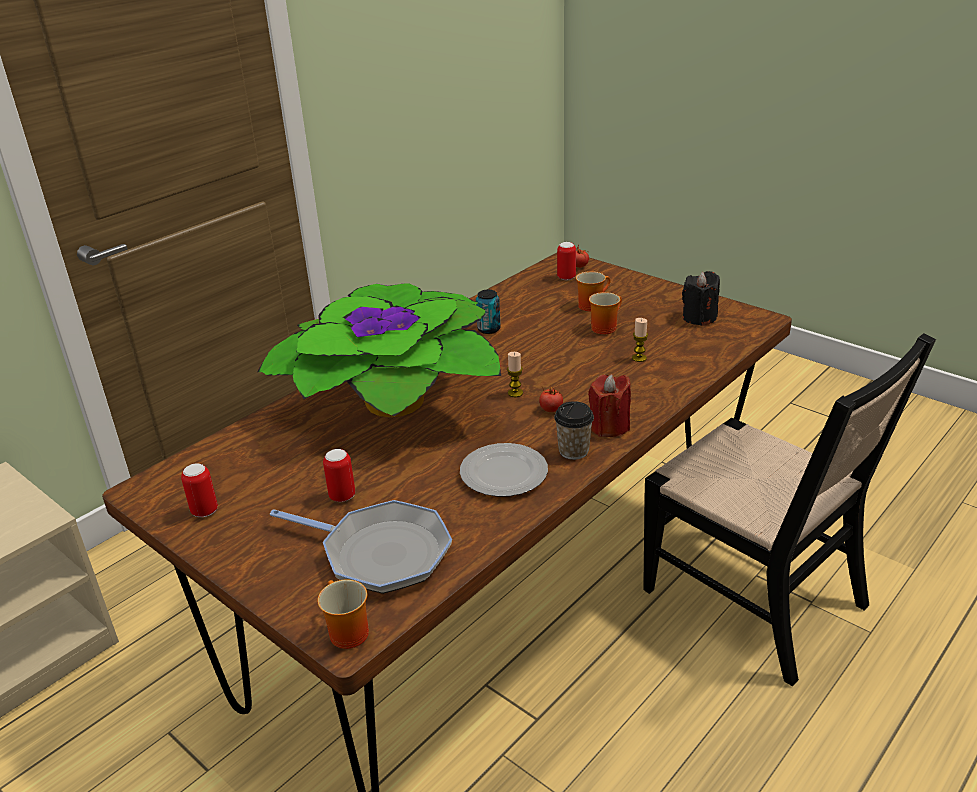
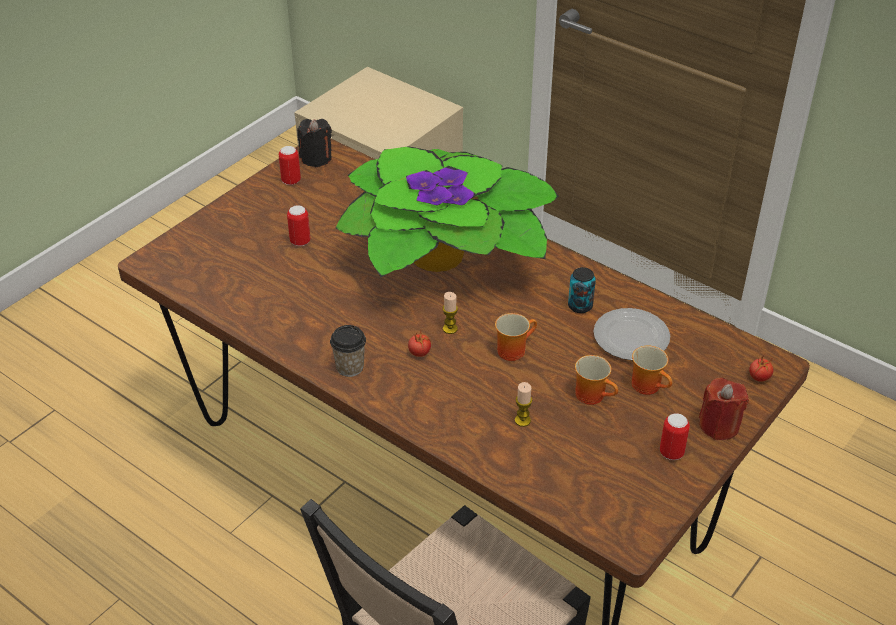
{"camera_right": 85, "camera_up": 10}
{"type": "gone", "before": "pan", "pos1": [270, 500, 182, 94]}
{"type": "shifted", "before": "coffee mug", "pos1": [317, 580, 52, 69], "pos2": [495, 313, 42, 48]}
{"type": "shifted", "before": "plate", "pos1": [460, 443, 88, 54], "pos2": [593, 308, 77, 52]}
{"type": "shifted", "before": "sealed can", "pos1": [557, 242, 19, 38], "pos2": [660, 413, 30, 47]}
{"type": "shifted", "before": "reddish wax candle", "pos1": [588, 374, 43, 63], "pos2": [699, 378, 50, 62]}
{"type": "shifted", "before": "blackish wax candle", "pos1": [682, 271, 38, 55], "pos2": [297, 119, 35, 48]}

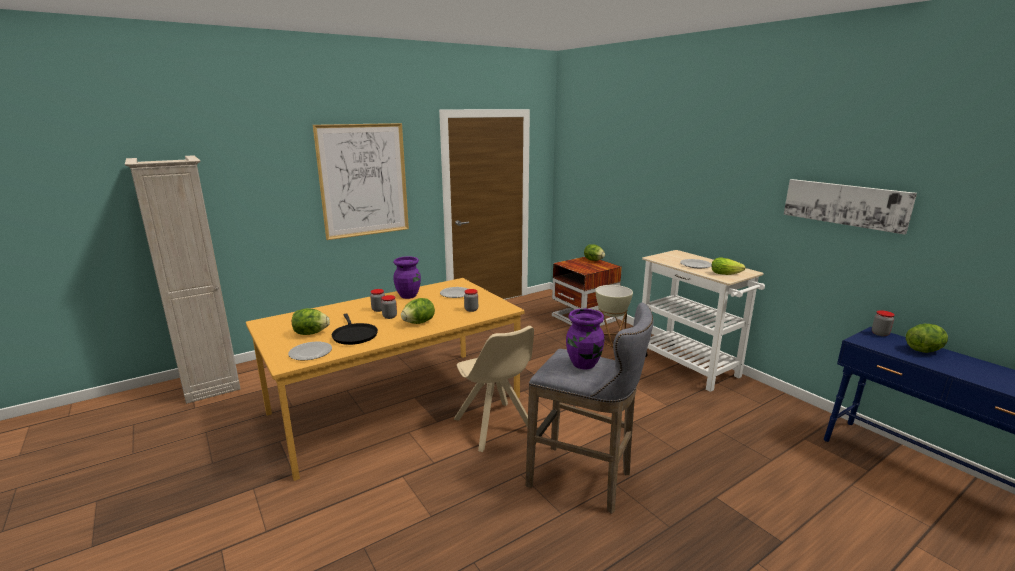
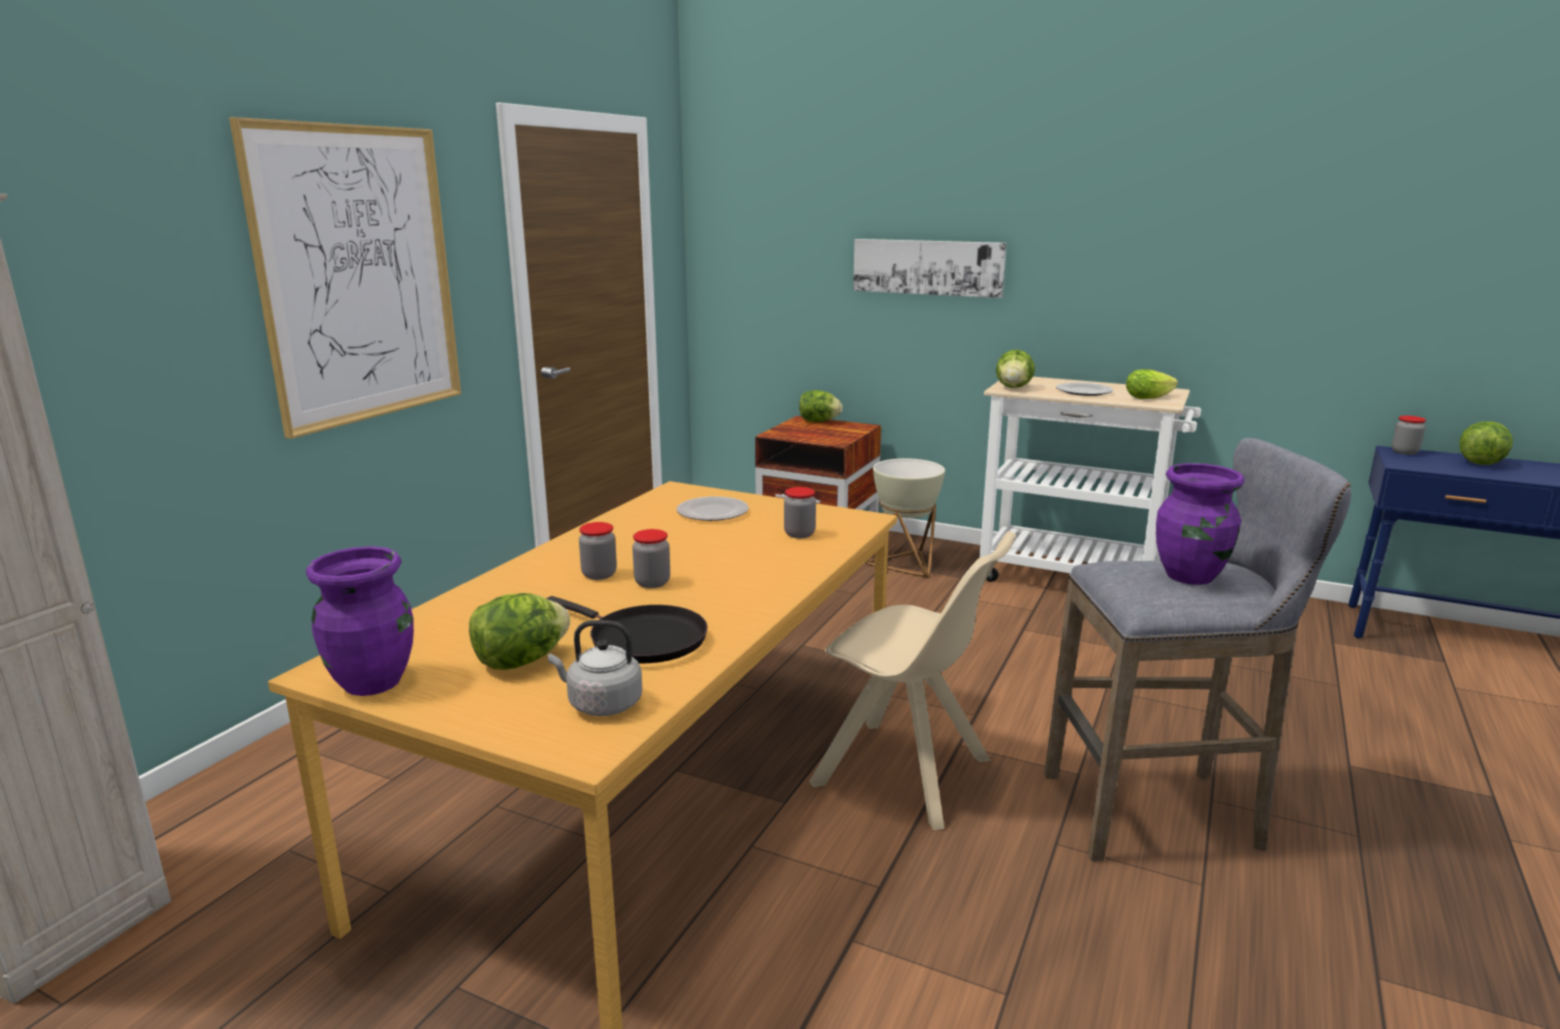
{"camera_right": -30, "camera_up": 0}
{"type": "swapped", "before": "plate", "after": "greyish kettle", "pos1": [288, 342, 44, 18], "pos2": [548, 620, 94, 96]}
{"type": "shifted", "before": "purple-coloured decorative vase", "pos1": [393, 256, 28, 43], "pos2": [306, 546, 108, 150]}
{"type": "shifted", "before": "lettuce", "pos1": [401, 298, 34, 26], "pos2": [996, 350, 39, 38]}
{"type": "shifted", "before": "picture", "pos1": [784, 179, 133, 56], "pos2": [853, 239, 154, 59]}

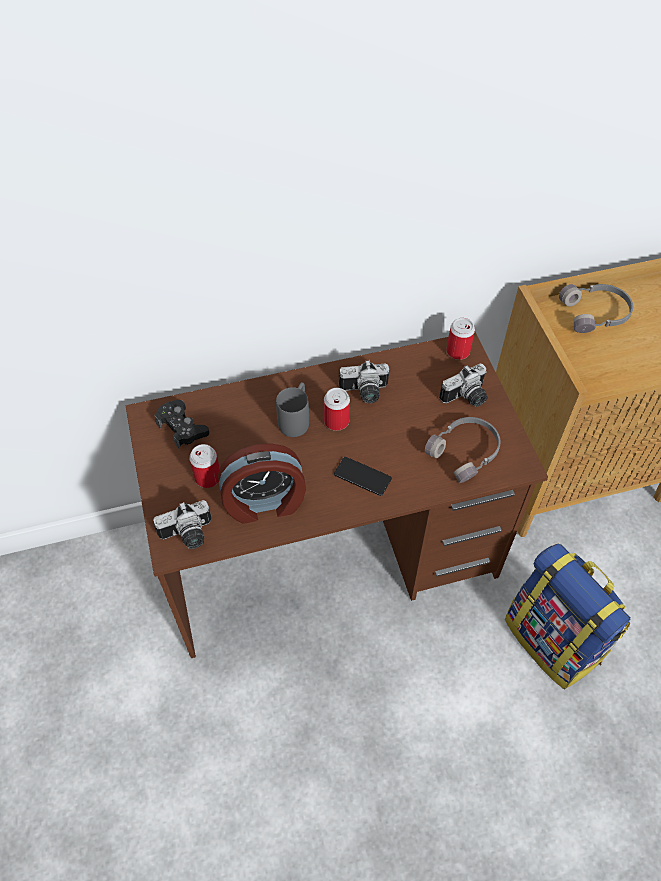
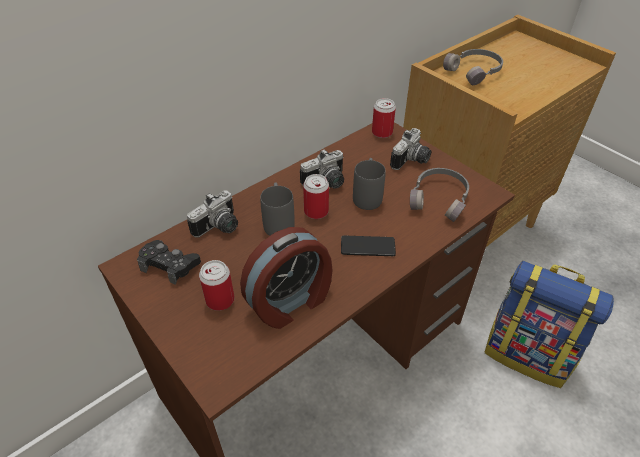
{"camera_right": -25, "camera_up": -10}
{"type": "shifted", "before": "photo camera", "pos1": [153, 500, 58, 49], "pos2": [187, 191, 51, 47]}
{"type": "new", "after": "greyish coffee mug", "pos2": [353, 158, 33, 52]}

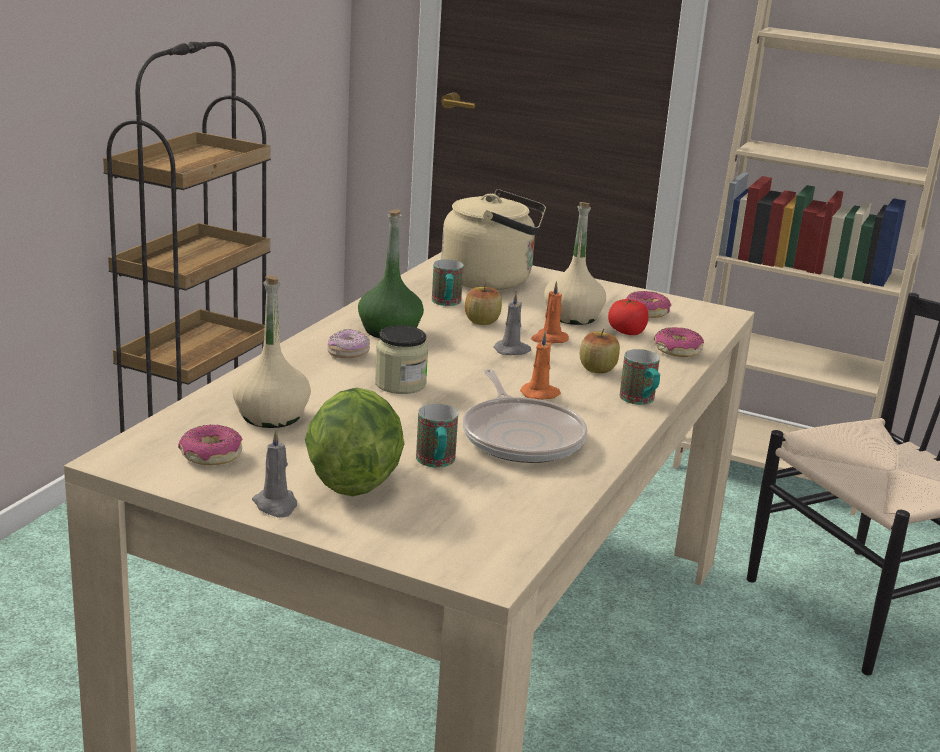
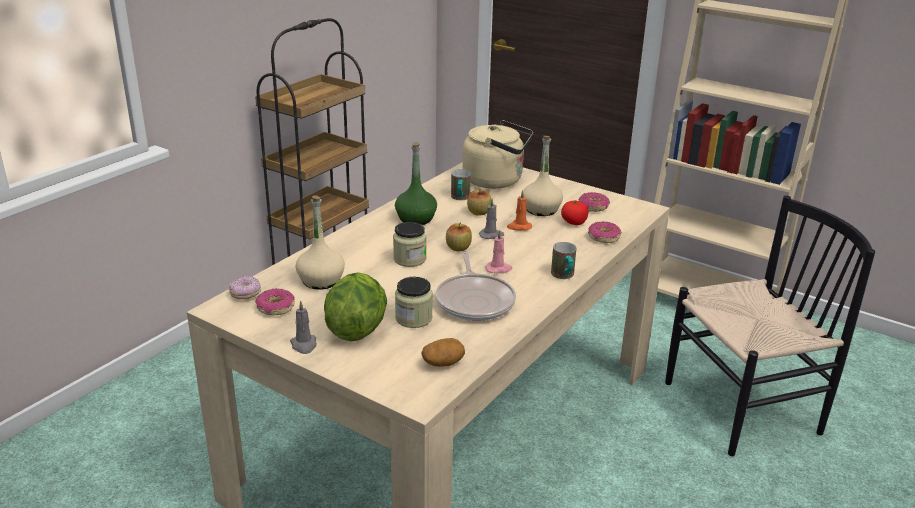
{"camera_right": 10, "camera_up": 5}
{"type": "shifted", "before": "ring doughnut", "pos1": [327, 329, 43, 29], "pos2": [229, 276, 32, 23]}
{"type": "swapped", "before": "coffee mug", "after": "jar", "pos1": [416, 404, 42, 63], "pos2": [395, 277, 38, 51]}
{"type": "repainted", "before": "orange-coloured wax candle", "after": "pink wax candle", "pos1": [520, 331, 41, 69], "pos2": [485, 230, 27, 44]}
{"type": "shifted", "before": "apple fruit", "pos1": [580, 329, 40, 44], "pos2": [446, 223, 26, 28]}
{"type": "new", "after": "whole potato", "pos2": [421, 338, 44, 29]}

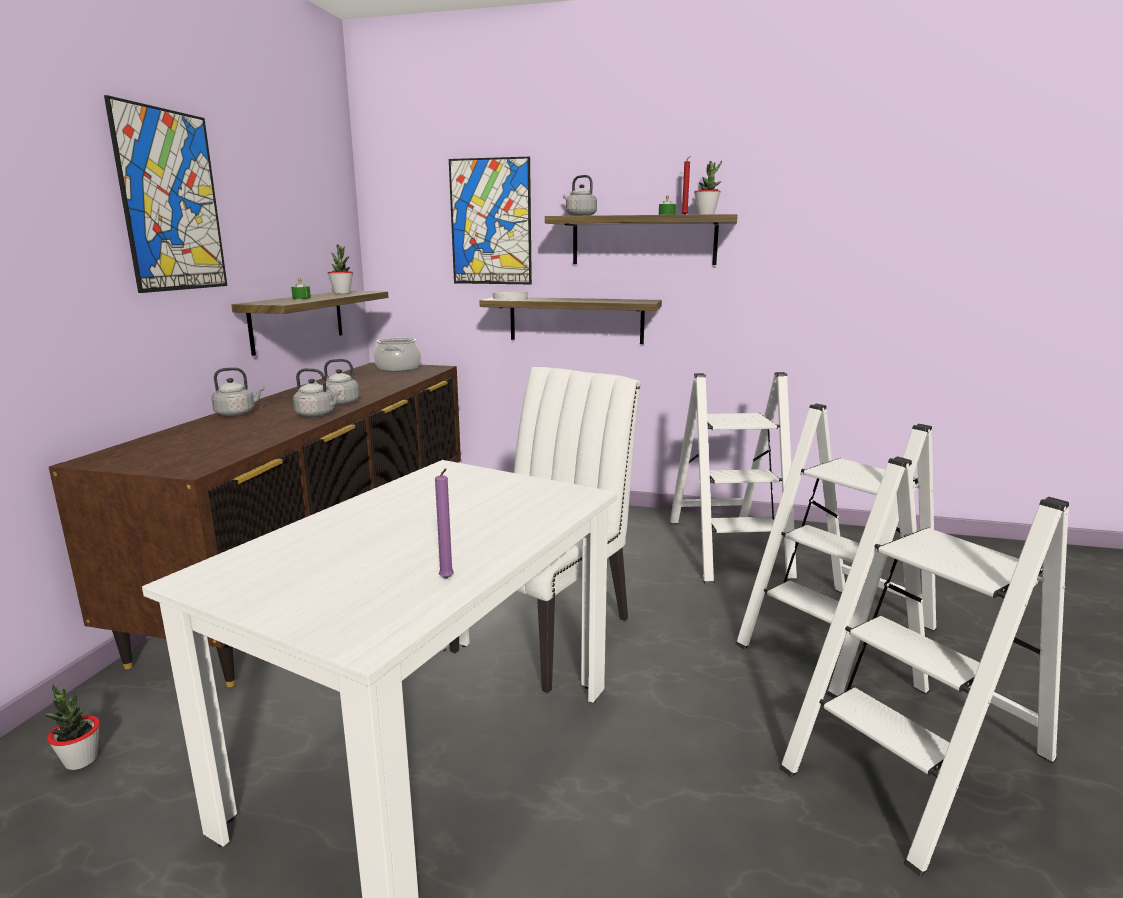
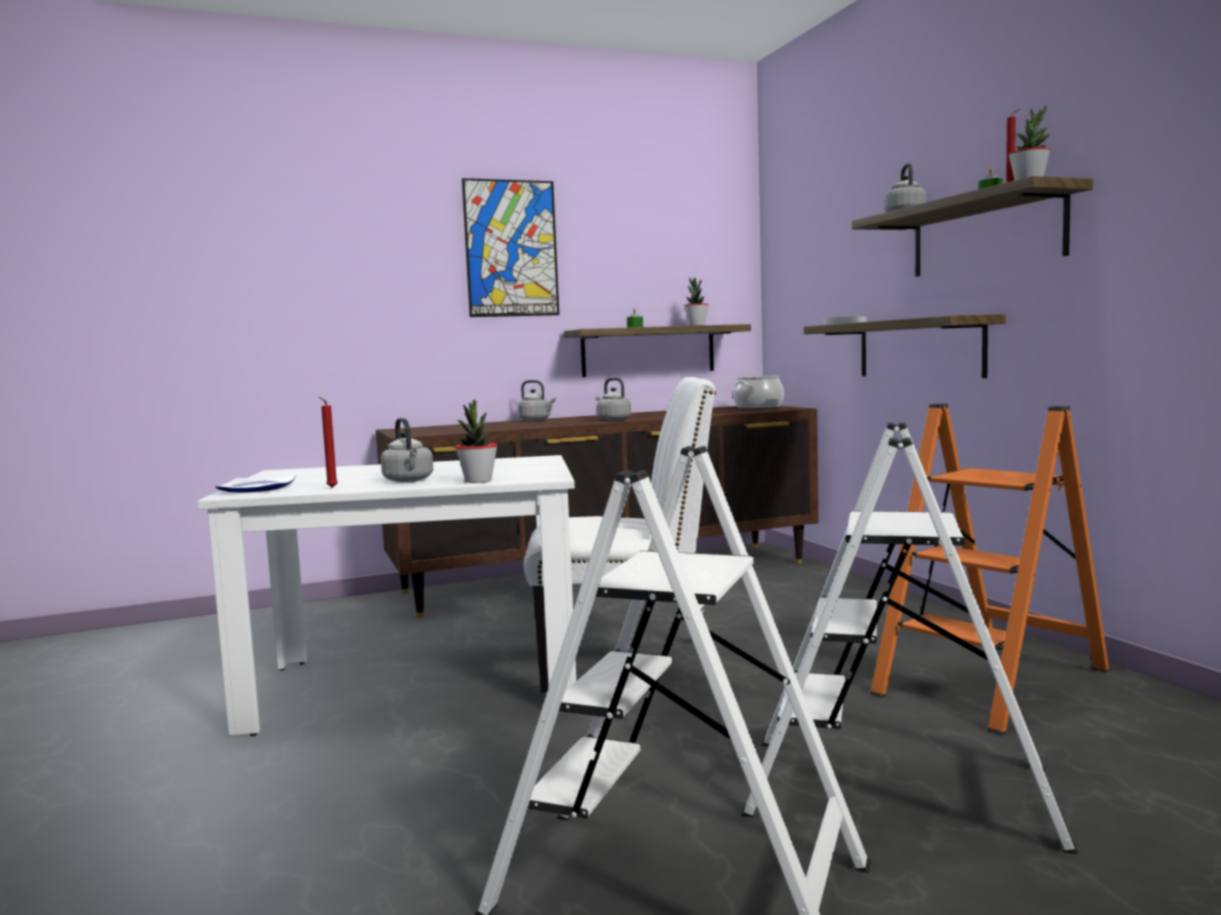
{"camera_right": 55, "camera_up": -10}
{"type": "shifted", "before": "potted plant", "pos1": [43, 684, 57, 86], "pos2": [455, 400, 42, 83]}
{"type": "shifted", "before": "greyish kettle", "pos1": [293, 368, 48, 49], "pos2": [381, 418, 52, 64]}
{"type": "repainted", "before": "purple-coloured wax candle", "after": "reddish wax candle", "pos1": [435, 468, 19, 111], "pos2": [319, 397, 19, 91]}
{"type": "gone", "before": "picture", "pos1": [449, 157, 83, 127]}
{"type": "repainted", "before": "whitish stepladder", "after": "orange-coloured stepladder", "pos1": [670, 372, 127, 212], "pos2": [869, 404, 241, 332]}
{"type": "new", "after": "plate", "pos2": [215, 475, 81, 18]}

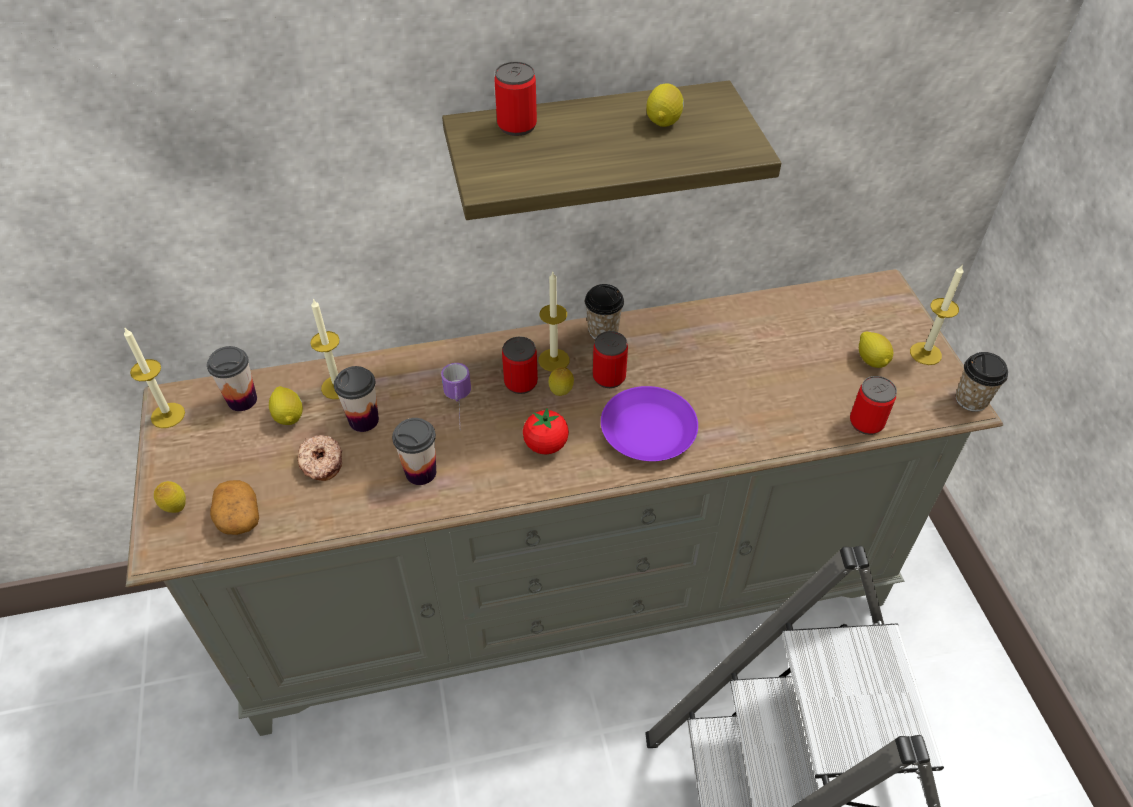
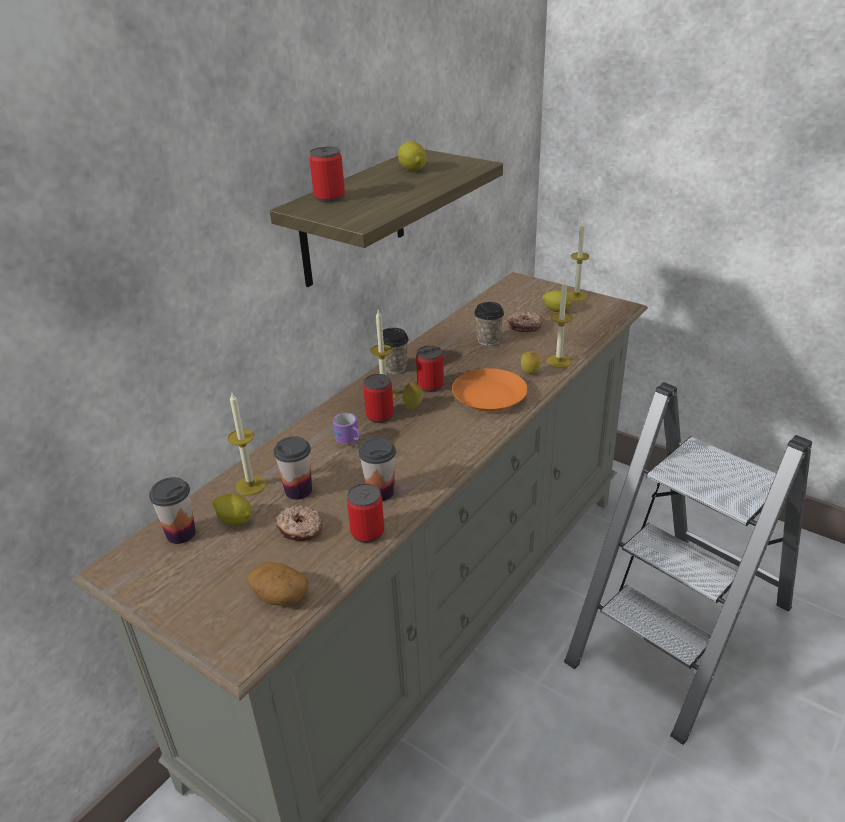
{"camera_right": -40, "camera_up": -15}
{"type": "shifted", "before": "wax candle", "pos1": [124, 328, 61, 100], "pos2": [547, 279, 26, 89]}
{"type": "shifted", "before": "citrus fruit", "pos1": [154, 481, 32, 32], "pos2": [521, 352, 20, 23]}
{"type": "gone", "before": "whole tomato", "pos1": [523, 408, 46, 47]}
{"type": "repainted", "before": "purple-coloured plate", "after": "orange-coloured plate", "pos1": [601, 386, 97, 75], "pos2": [452, 368, 76, 44]}
{"type": "shifted", "before": "sealed can", "pos1": [850, 376, 47, 59], "pos2": [347, 483, 37, 60]}
{"type": "shifted", "before": "cup", "pos1": [956, 352, 52, 60], "pos2": [474, 302, 30, 44]}
{"type": "new", "after": "ring doughnut", "pos2": [507, 312, 35, 20]}

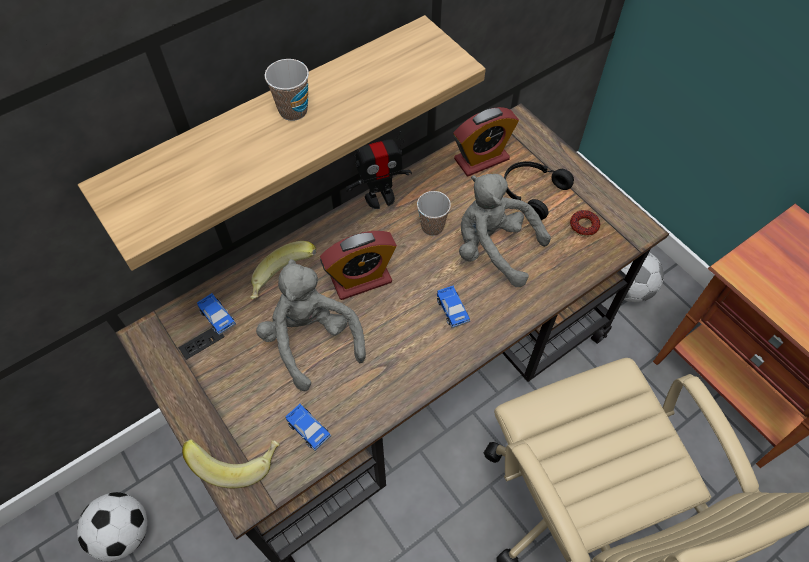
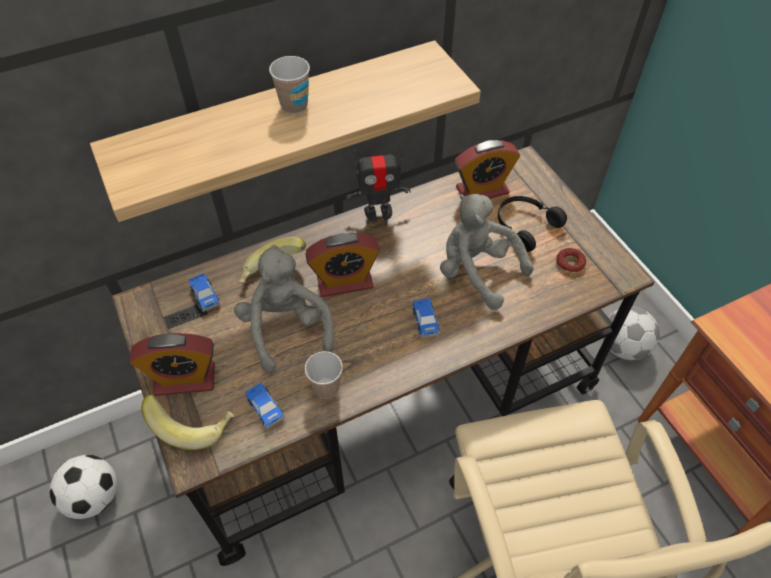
{"camera_right": 10, "camera_up": -5}
{"type": "shifted", "before": "cup", "pos1": [417, 191, 34, 45], "pos2": [305, 351, 38, 48]}
{"type": "new", "after": "bedside clock", "pos2": [130, 333, 85, 63]}

